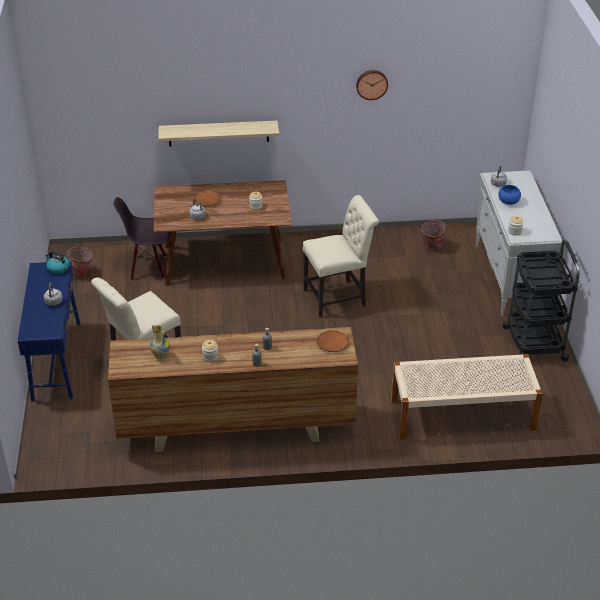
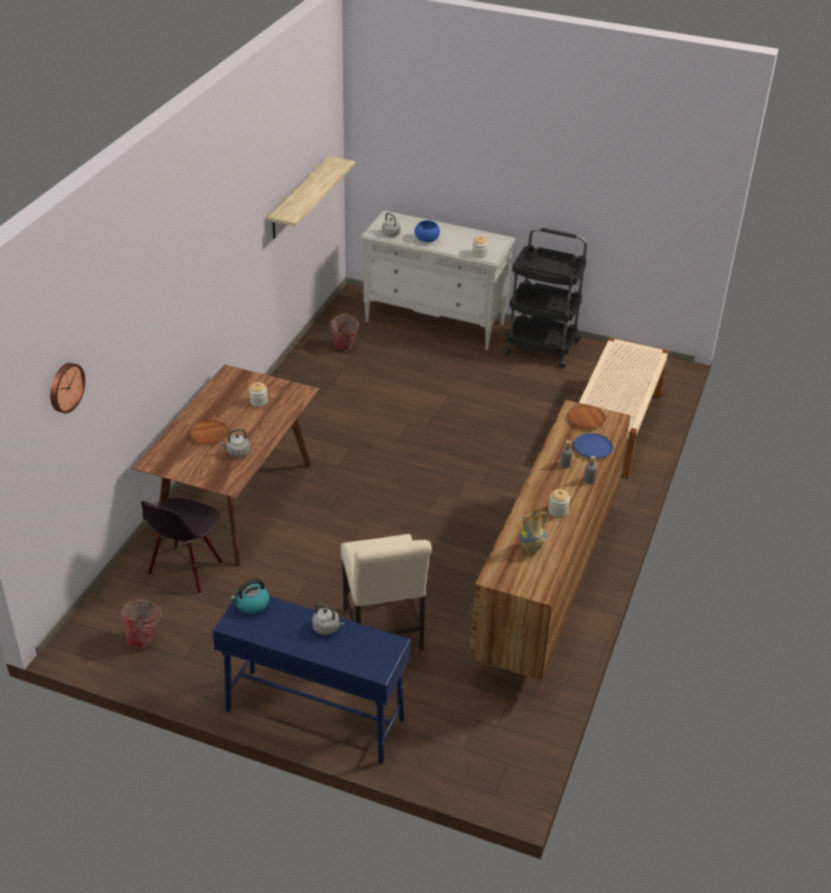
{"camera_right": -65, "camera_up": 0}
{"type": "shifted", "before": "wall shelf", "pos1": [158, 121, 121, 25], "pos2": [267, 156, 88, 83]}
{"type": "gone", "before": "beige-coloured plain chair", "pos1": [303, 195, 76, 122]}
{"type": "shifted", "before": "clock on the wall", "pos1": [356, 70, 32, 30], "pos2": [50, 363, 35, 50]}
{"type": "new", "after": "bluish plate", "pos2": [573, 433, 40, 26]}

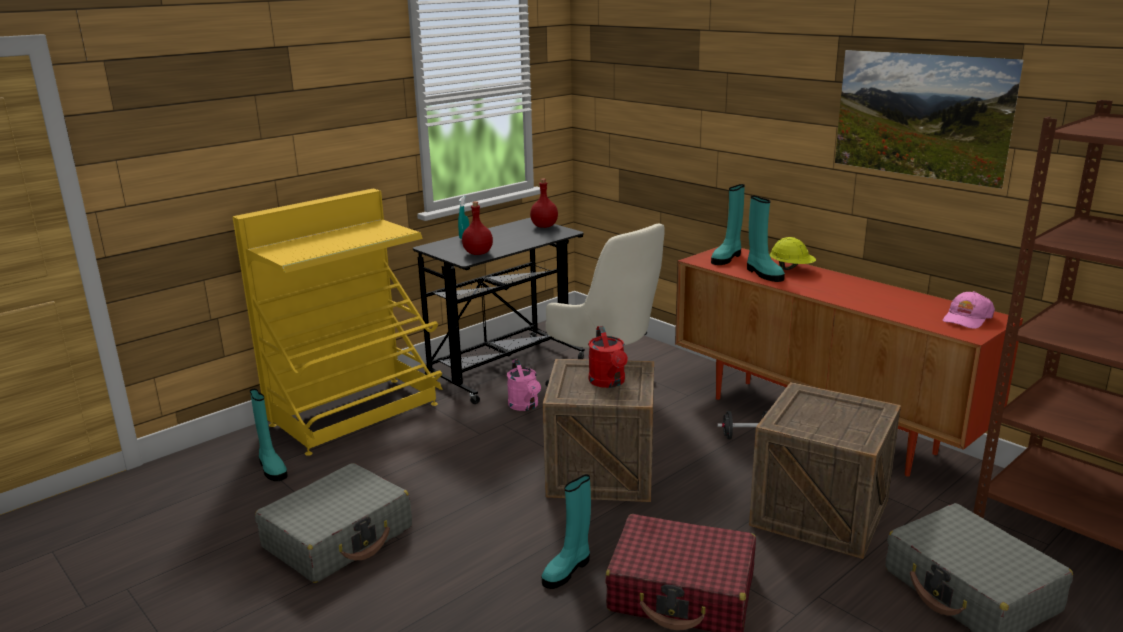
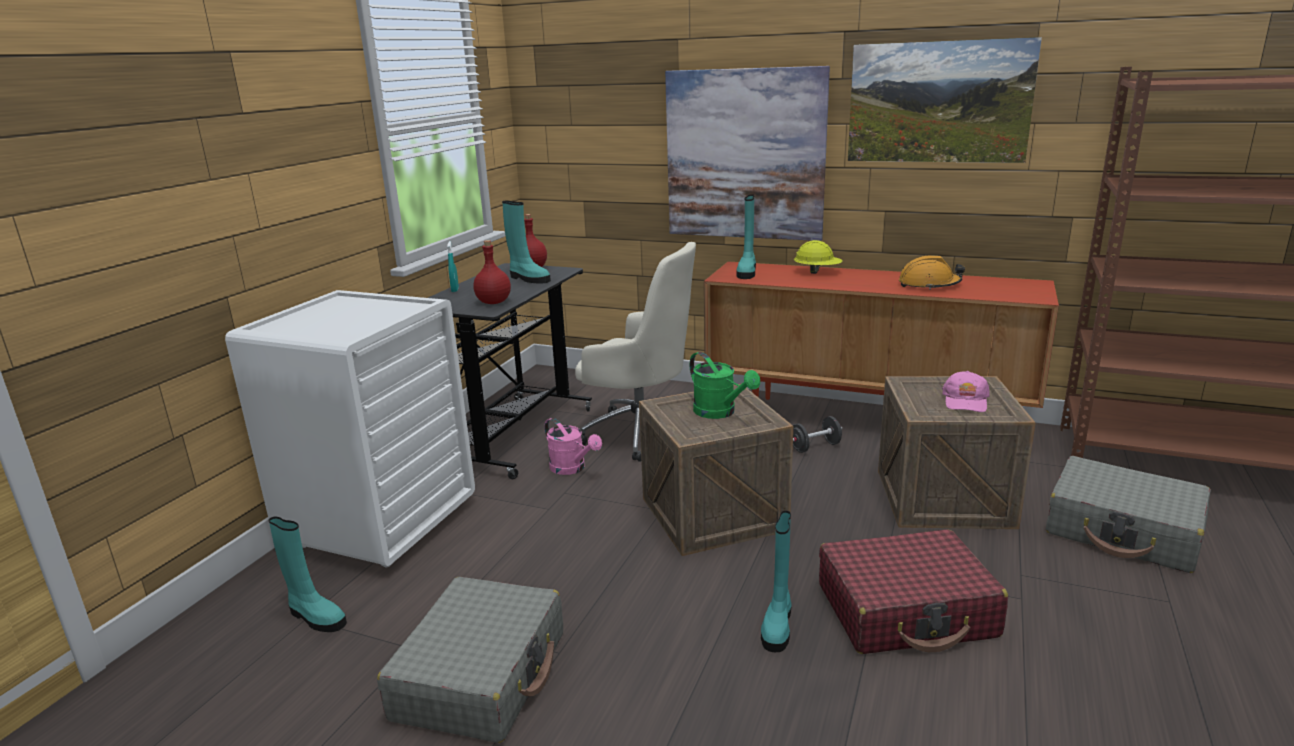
{"camera_right": -25, "camera_up": 0}
{"type": "swapped", "before": "yellow-coloured shoe stand", "after": "whitish chest of drawers", "pos1": [232, 188, 211, 268], "pos2": [225, 290, 250, 278]}
{"type": "repainted", "before": "reddish watering can", "after": "green-coloured watering can", "pos1": [588, 326, 40, 62], "pos2": [690, 352, 70, 67]}
{"type": "shifted", "before": "blue-green high-top boot", "pos1": [747, 195, 38, 87], "pos2": [502, 201, 49, 82]}
{"type": "shifted", "before": "pink cap", "pos1": [943, 291, 52, 38], "pos2": [942, 371, 47, 41]}
{"type": "new", "after": "picture", "pos2": [665, 66, 165, 175]}
{"type": "new", "after": "orange-coloured work helmet", "pos2": [899, 255, 66, 35]}

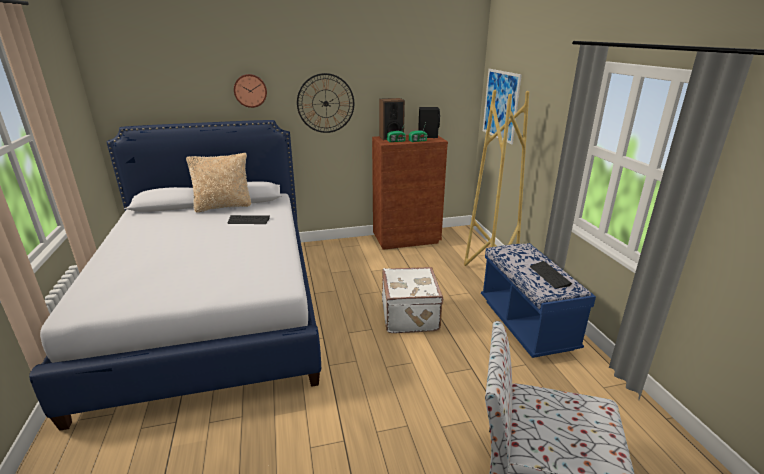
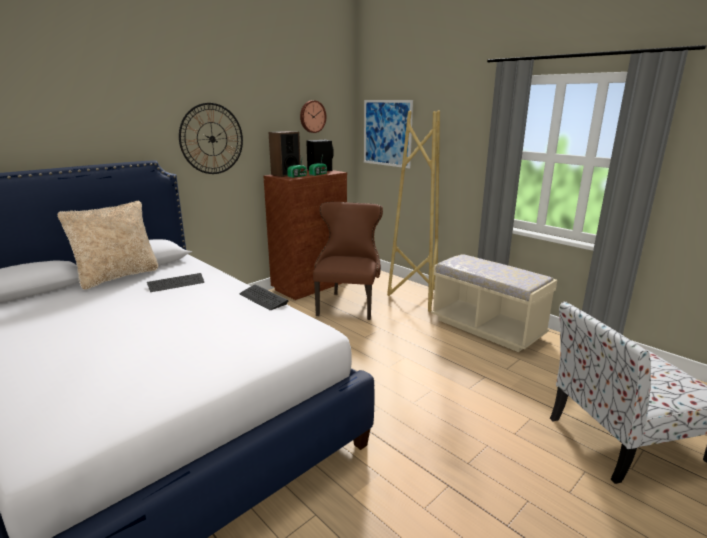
{"camera_right": -30, "camera_up": -5}
{"type": "shifted", "before": "clock on the wall", "pos1": [234, 74, 33, 34], "pos2": [300, 100, 26, 33]}
{"type": "gone", "before": "whitish piece of luggage", "pos1": [382, 267, 62, 66]}
{"type": "repainted", "before": "bluish bench", "after": "beige-coloured bench", "pos1": [481, 243, 115, 115], "pos2": [431, 254, 126, 98]}
{"type": "shifted", "before": "PC keyboard", "pos1": [530, 261, 42, 27], "pos2": [240, 285, 49, 25]}
{"type": "new", "after": "brown plain chair", "pos2": [313, 202, 70, 118]}

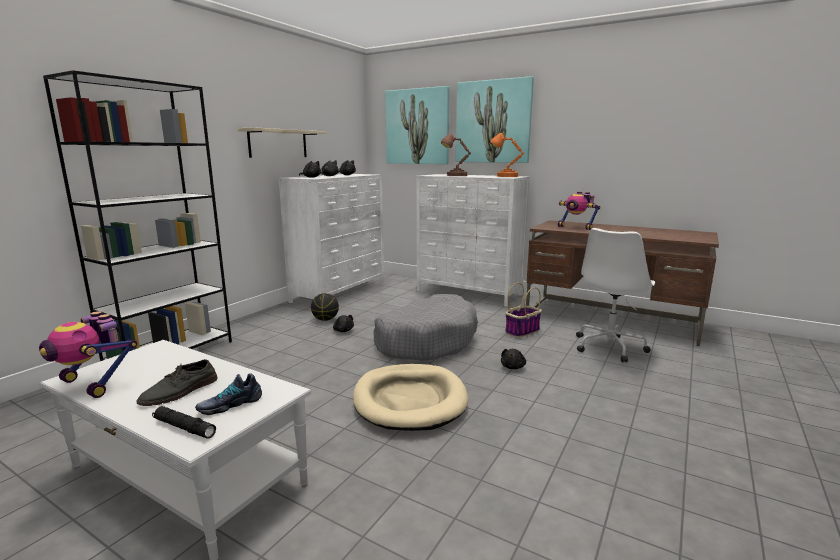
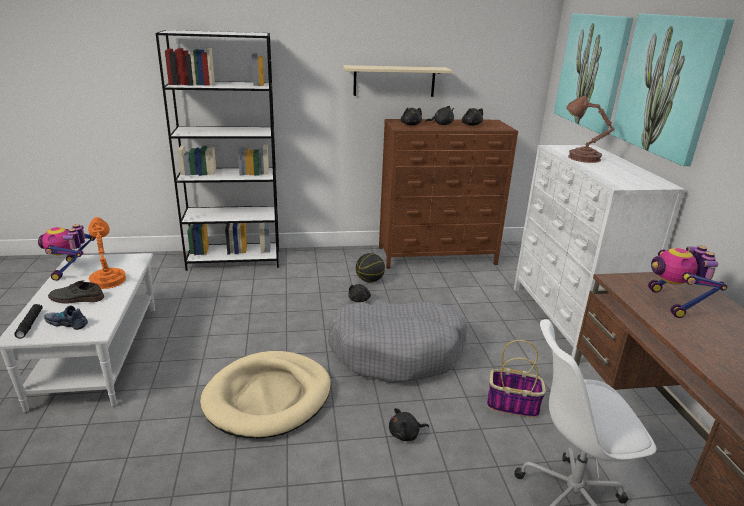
{"camera_right": 50, "camera_up": 10}
{"type": "repainted", "before": "whitish chest of drawers", "after": "brown chest of drawers", "pos1": [278, 174, 106, 129], "pos2": [379, 119, 139, 150]}
{"type": "shifted", "before": "orange-coloured lamp for a table", "pos1": [491, 133, 33, 44], "pos2": [88, 217, 38, 72]}

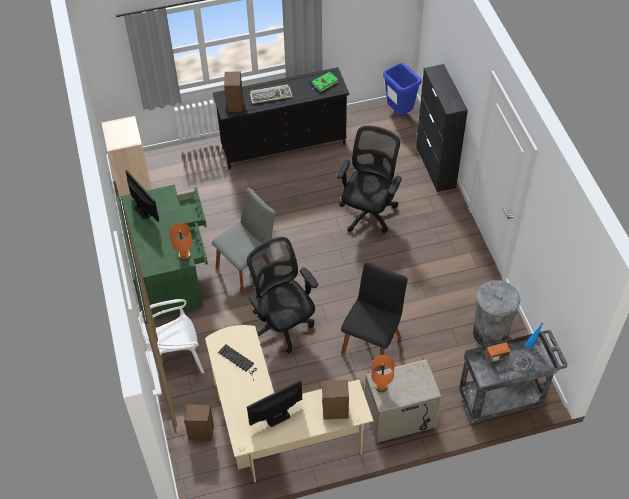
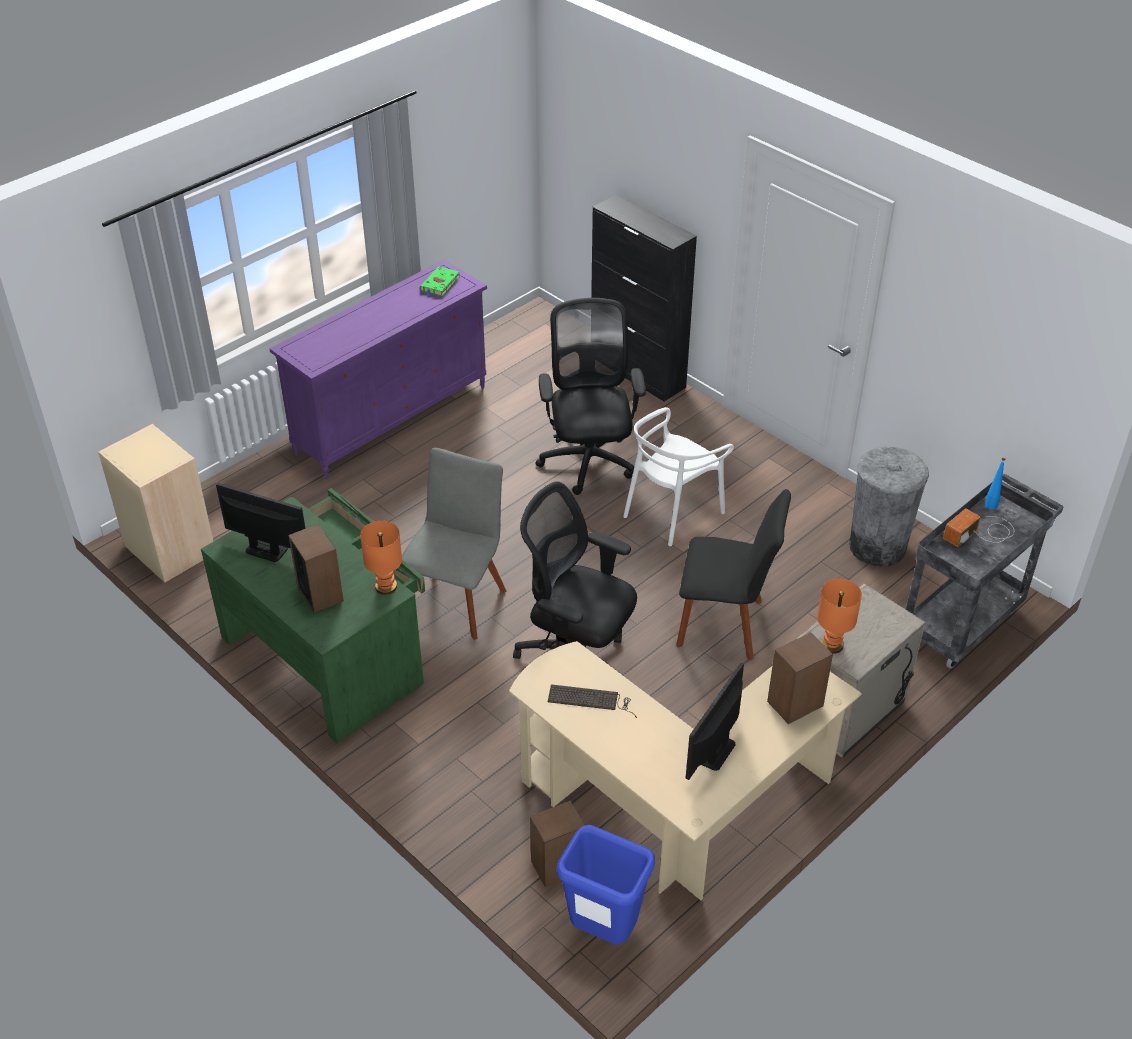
{"camera_right": -30, "camera_up": -10}
{"type": "shifted", "before": "whitish plain chair", "pos1": [138, 299, 66, 74], "pos2": [623, 407, 111, 139]}
{"type": "repainted", "before": "blackish chest of drawers", "after": "purple-coloured chest of drawers", "pos1": [213, 67, 136, 103], "pos2": [270, 260, 217, 219]}
{"type": "shifted", "before": "audio speaker", "pos1": [224, 71, 19, 41], "pos2": [288, 524, 56, 89]}
{"type": "gone", "before": "PC keyboard", "pos1": [250, 85, 43, 19]}
{"type": "rotated", "before": "blackish plain chair", "pos1": [341, 262, 67, 108], "pos2": [676, 489, 115, 171], "turn": 105}
{"type": "shifted", "before": "bluish waste bin", "pos1": [383, 63, 39, 52], "pos2": [557, 825, 98, 119]}

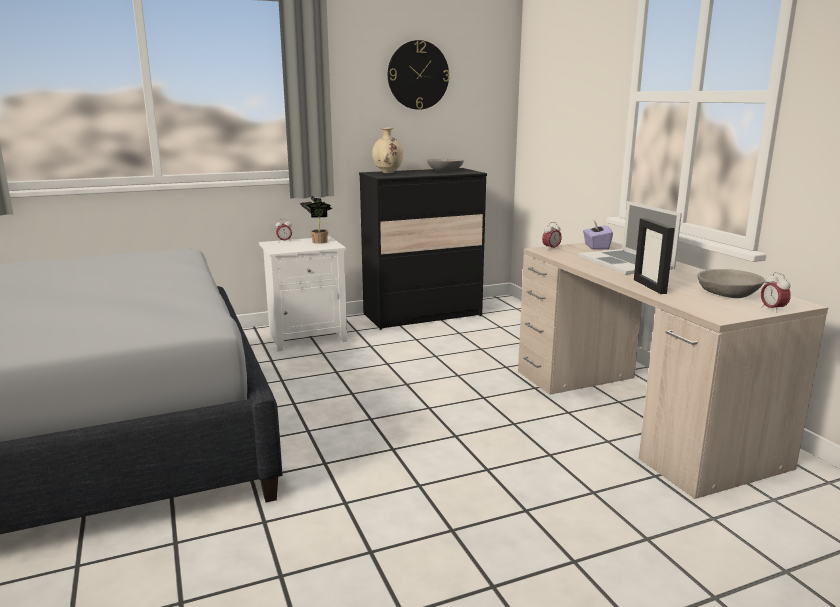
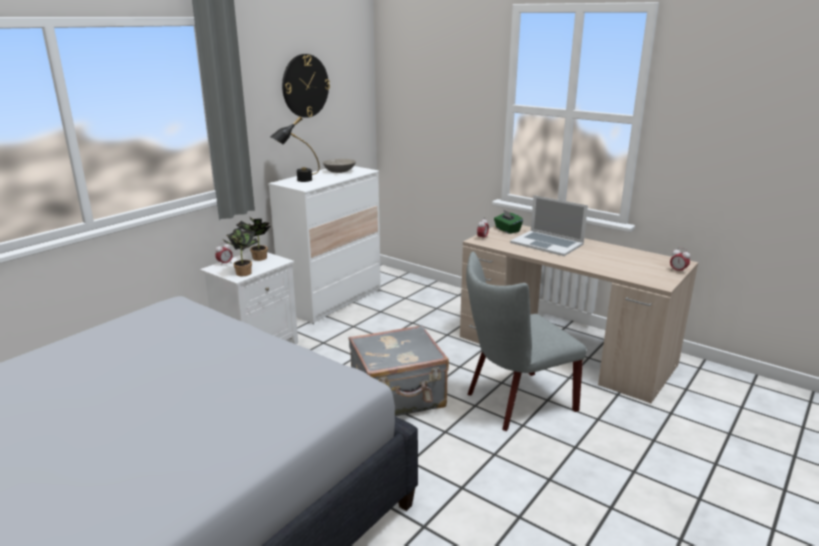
{"camera_right": -30, "camera_up": 5}
{"type": "repainted", "before": "blackish chest of drawers", "after": "whitish chest of drawers", "pos1": [359, 168, 128, 162], "pos2": [268, 166, 113, 158]}
{"type": "swapped", "before": "beige-coloured decorative vase", "after": "blackish lamp for a table", "pos1": [372, 128, 32, 45], "pos2": [270, 117, 50, 65]}
{"type": "repainted", "before": "purple-coloured box of tissues", "after": "green-coloured box of tissues", "pos1": [583, 220, 30, 30], "pos2": [494, 209, 29, 25]}
{"type": "gone", "before": "picture frame", "pos1": [634, 218, 41, 76]}
{"type": "gone", "before": "greyish deep dish", "pos1": [697, 269, 68, 29]}
{"type": "new", "after": "potted plant", "pos2": [224, 227, 35, 49]}
{"type": "new", "after": "greyish piece of luggage", "pos2": [349, 325, 100, 91]}
{"type": "new", "after": "greyish plain chair", "pos2": [466, 252, 121, 179]}

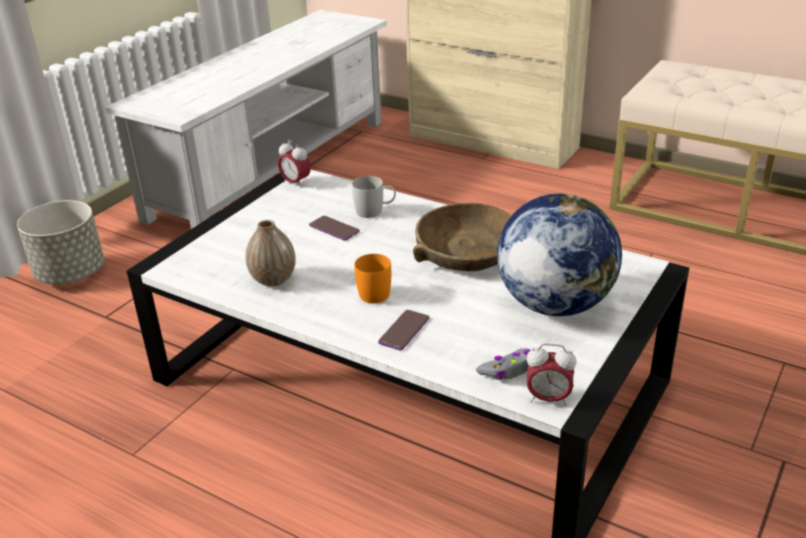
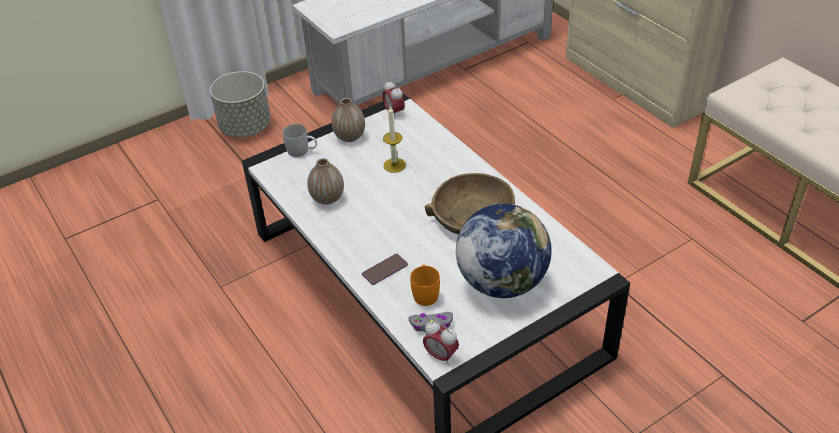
{"camera_right": 25, "camera_up": 10}
{"type": "swapped", "before": "phone", "after": "wax candle", "pos1": [309, 216, 51, 25], "pos2": [383, 106, 23, 67]}
{"type": "shifted", "before": "whitish coffee mug", "pos1": [352, 176, 44, 42], "pos2": [282, 124, 35, 33]}
{"type": "shifted", "before": "orange-coloured coffee mug", "pos1": [354, 254, 37, 49], "pos2": [410, 265, 30, 41]}
{"type": "new", "after": "decorative vase", "pos2": [331, 98, 34, 44]}

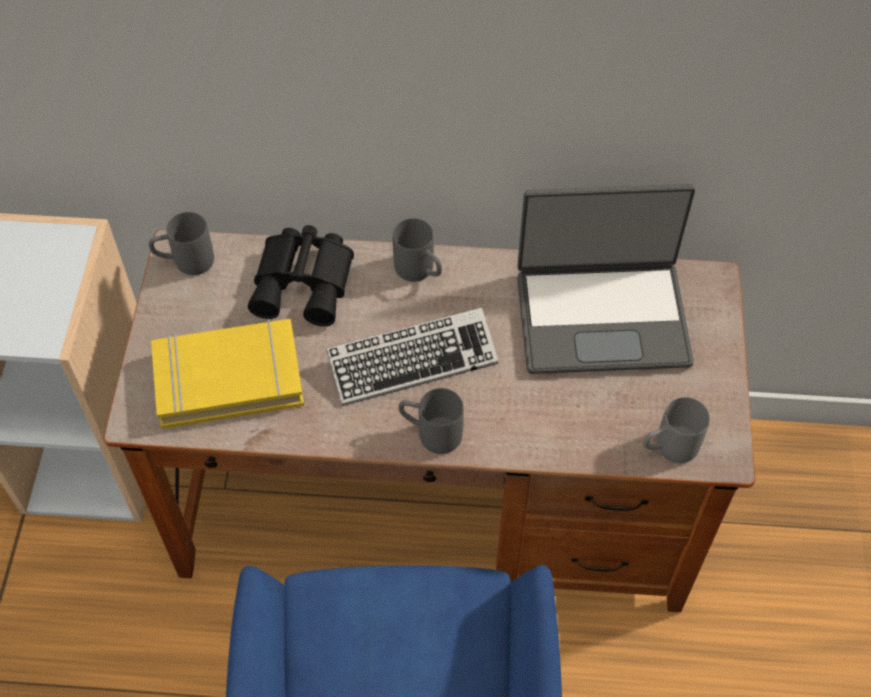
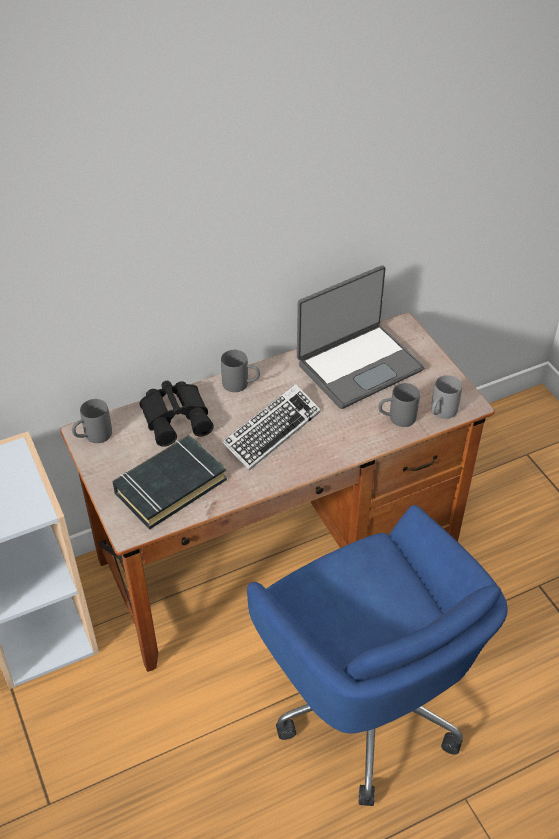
{"camera_right": -30, "camera_up": -10}
{"type": "repainted", "before": "yellow-coloured bound book", "after": "blackish bound book", "pos1": [151, 319, 153, 110], "pos2": [112, 435, 115, 95]}
{"type": "shifted", "before": "greyish coffee mug", "pos1": [399, 388, 65, 66], "pos2": [379, 383, 41, 44]}

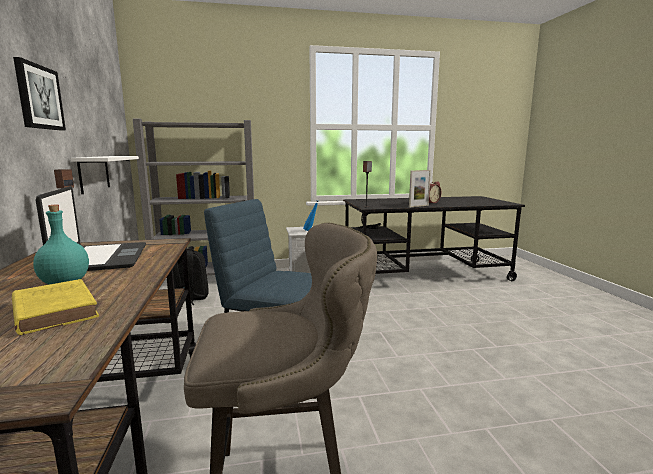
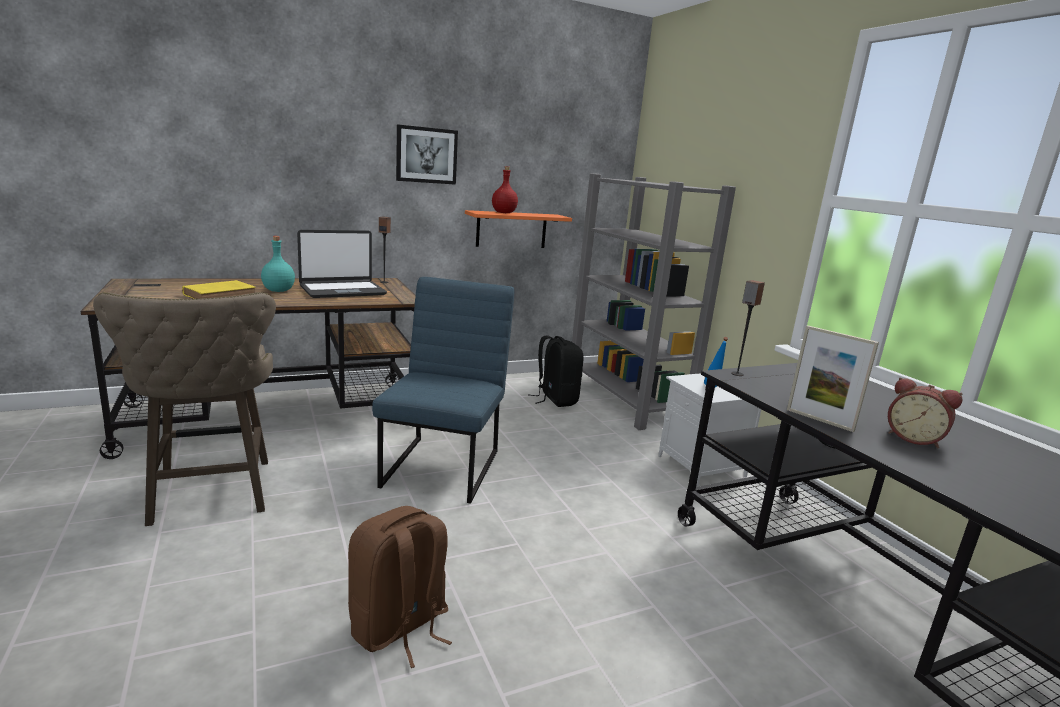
{"camera_right": 75, "camera_up": 5}
{"type": "repainted", "before": "whitish wall shelf", "after": "orange-coloured wall shelf", "pos1": [70, 156, 69, 38], "pos2": [465, 210, 107, 38]}
{"type": "new", "after": "brown knapsack", "pos2": [348, 506, 104, 162]}
{"type": "new", "after": "reddish beverage bottle", "pos2": [492, 166, 26, 47]}

